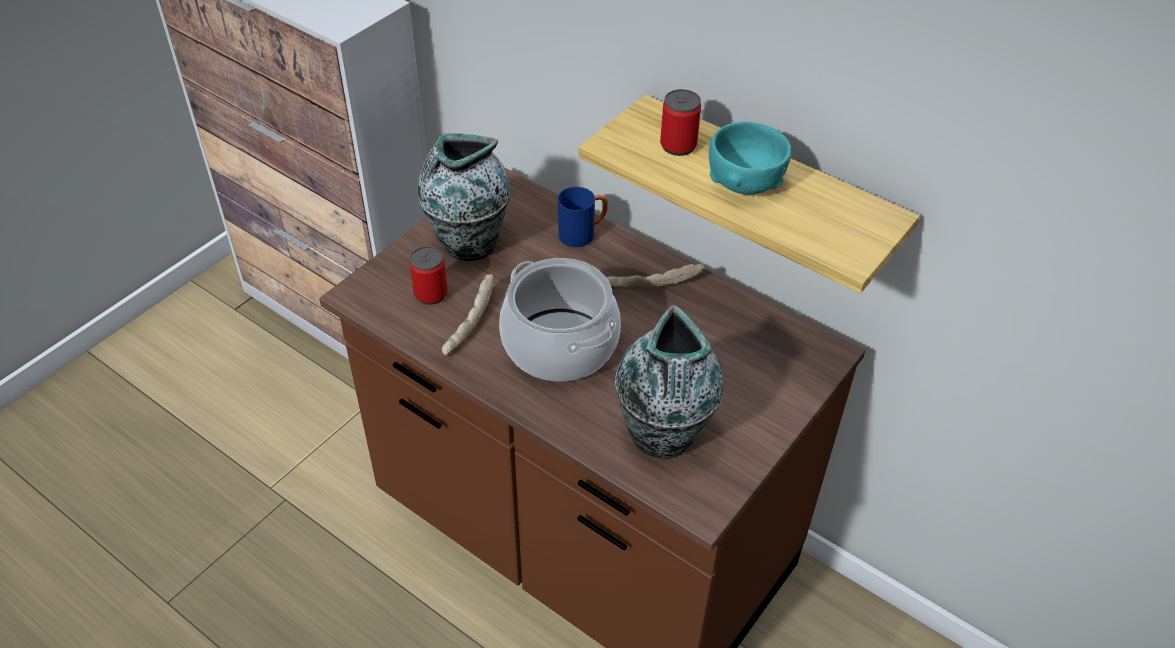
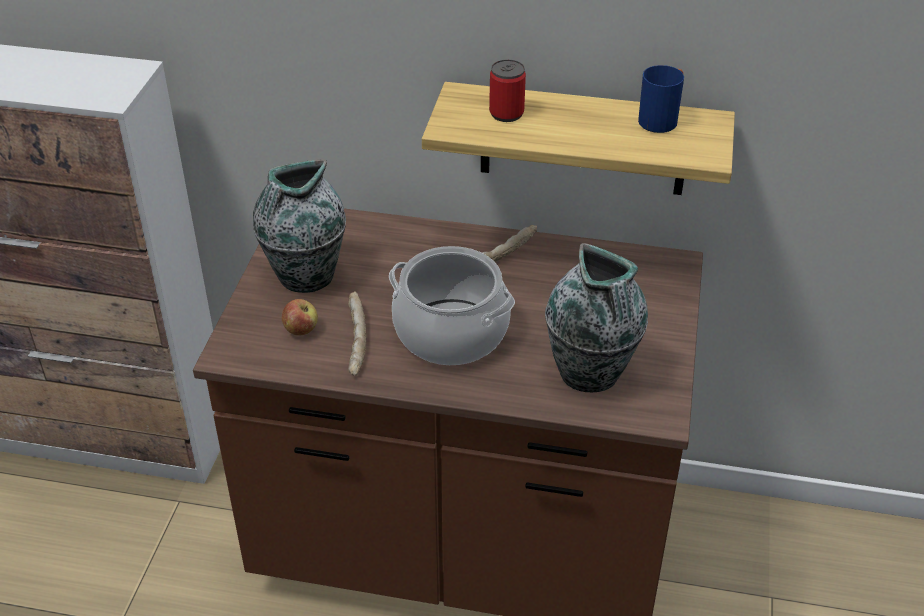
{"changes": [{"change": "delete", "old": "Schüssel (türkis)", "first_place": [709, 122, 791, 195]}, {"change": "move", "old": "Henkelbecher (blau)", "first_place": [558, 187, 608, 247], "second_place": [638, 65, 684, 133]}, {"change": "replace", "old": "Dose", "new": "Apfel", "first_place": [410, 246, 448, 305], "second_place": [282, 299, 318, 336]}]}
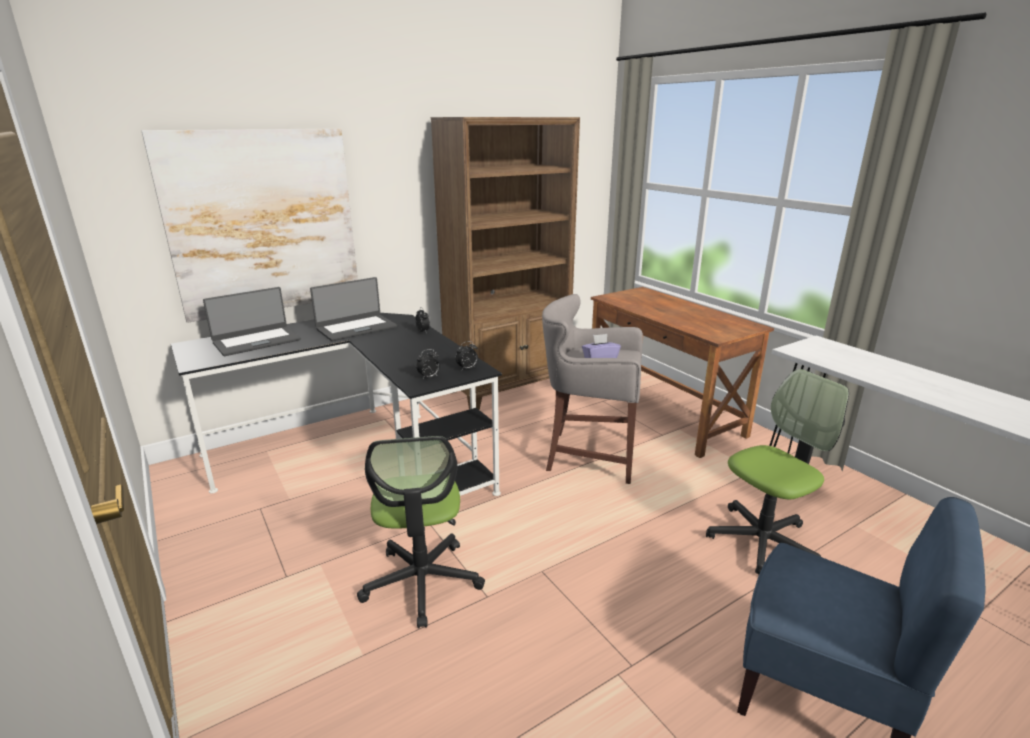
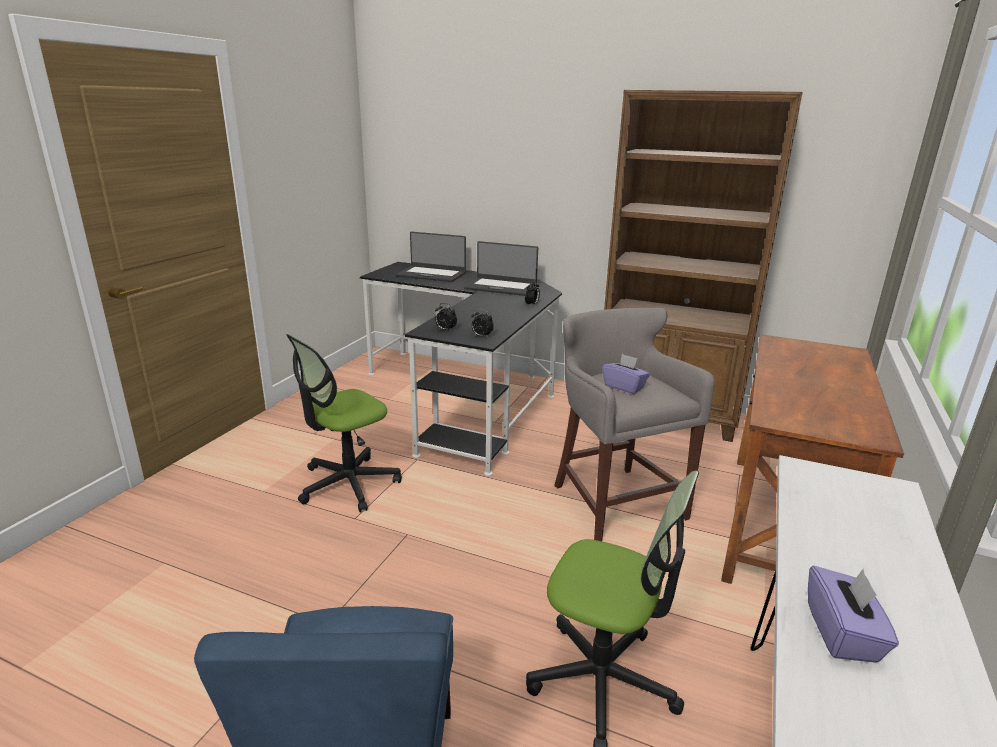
{"changes": [{"change": "delete", "old": "Bild", "first_place": [141, 129, 358, 323]}, {"change": "insert", "new": "Taschentuchbox (lila)", "second_place": [808, 565, 899, 663]}]}
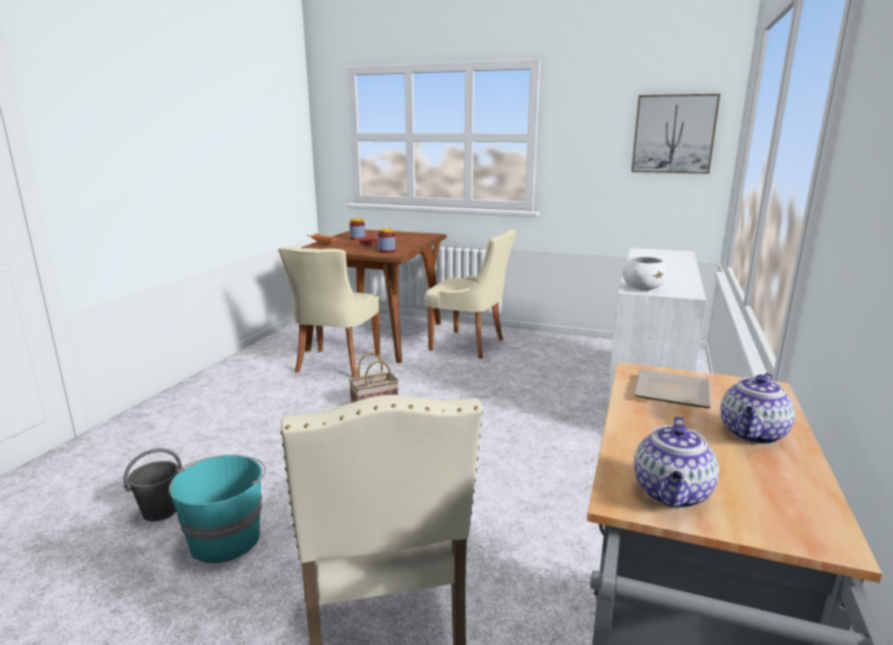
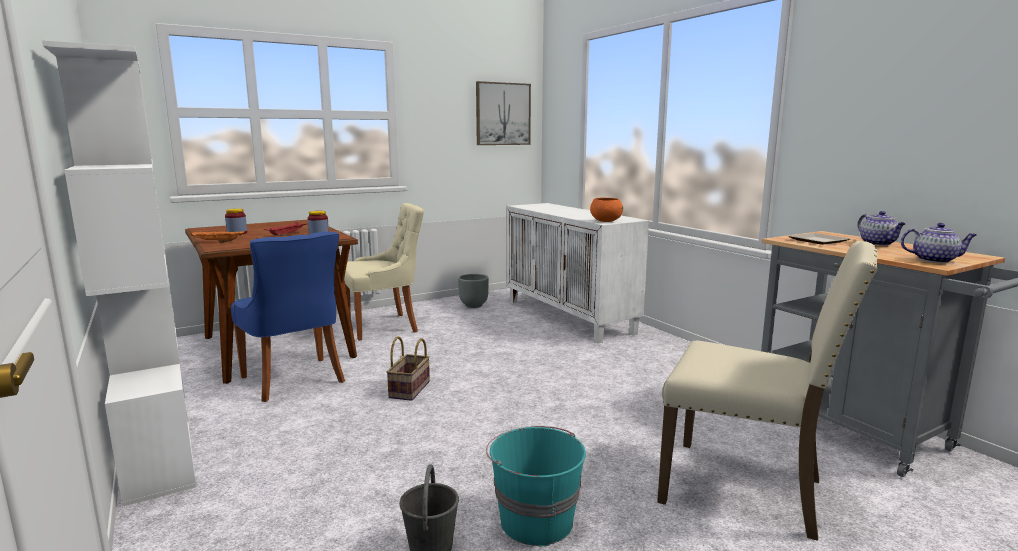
{"changes": [{"change": "insert", "new": "Bücherregal (weiß)", "second_place": [42, 40, 196, 507]}, {"change": "insert", "new": "Pflanzkübel (grau)", "second_place": [458, 274, 489, 308]}, {"change": "recolor", "old": "Stuhl (beige)", "new": "Stuhl (blau)", "first_place": [278, 246, 380, 378], "second_place": [231, 232, 345, 402]}, {"change": "recolor", "old": "Schüssel (weiß)", "new": "Schüssel (orange)", "first_place": [622, 256, 667, 291], "second_place": [590, 198, 623, 222]}, {"change": "rotate", "old": "Teekanne", "first_place": [634, 416, 719, 508], "second_place": [901, 223, 976, 263], "degrees": -45}]}
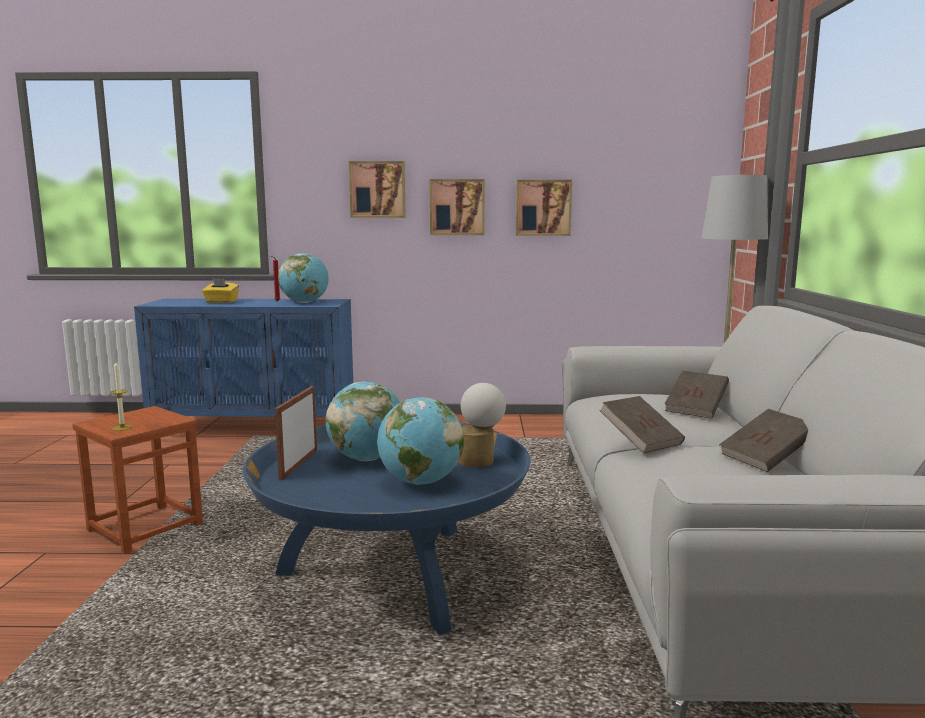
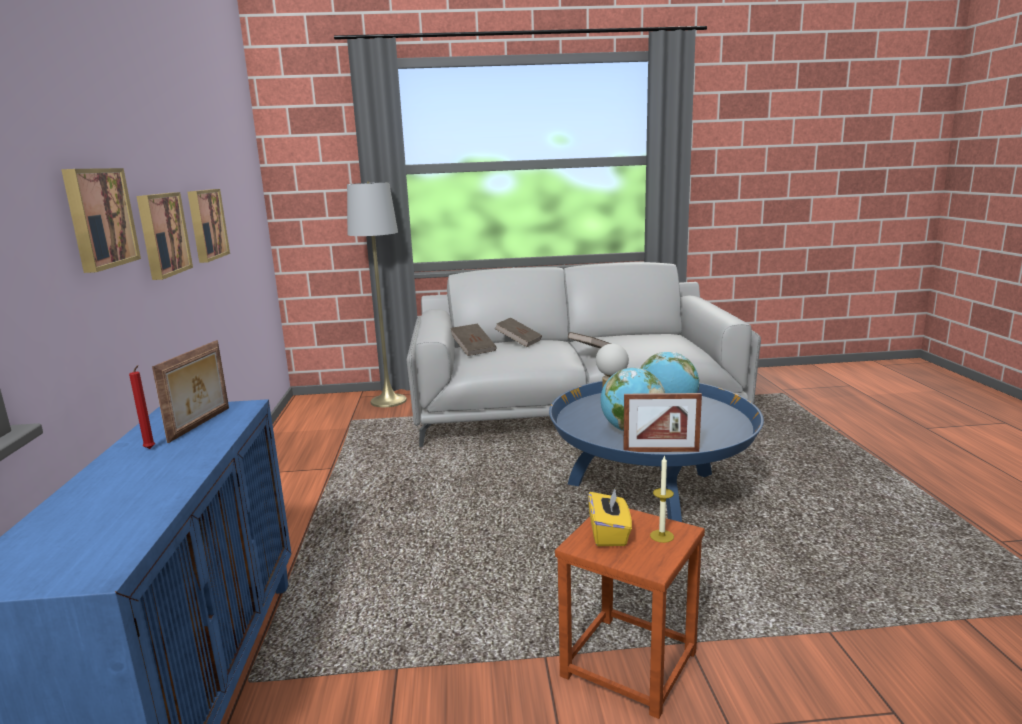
{"changes": [{"change": "move", "old": "Taschentuchbox (gelb)", "first_place": [202, 278, 239, 303], "second_place": [588, 488, 632, 546]}, {"change": "move", "old": "Buch (braun)", "first_place": [719, 409, 808, 472], "second_place": [451, 324, 496, 356]}, {"change": "replace", "old": "Globus", "new": "Bilderrahmen", "first_place": [278, 253, 329, 303], "second_place": [152, 340, 229, 443]}]}
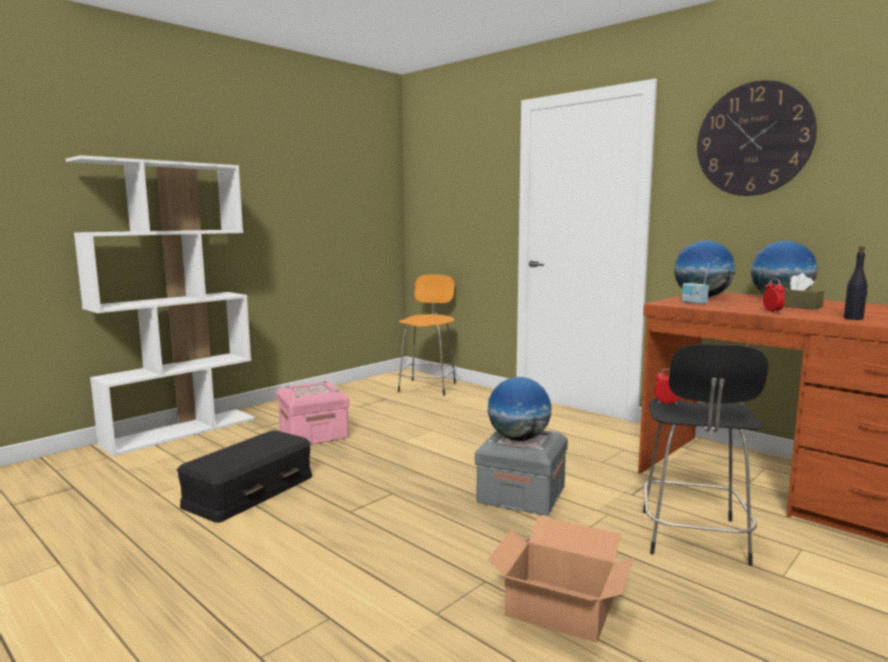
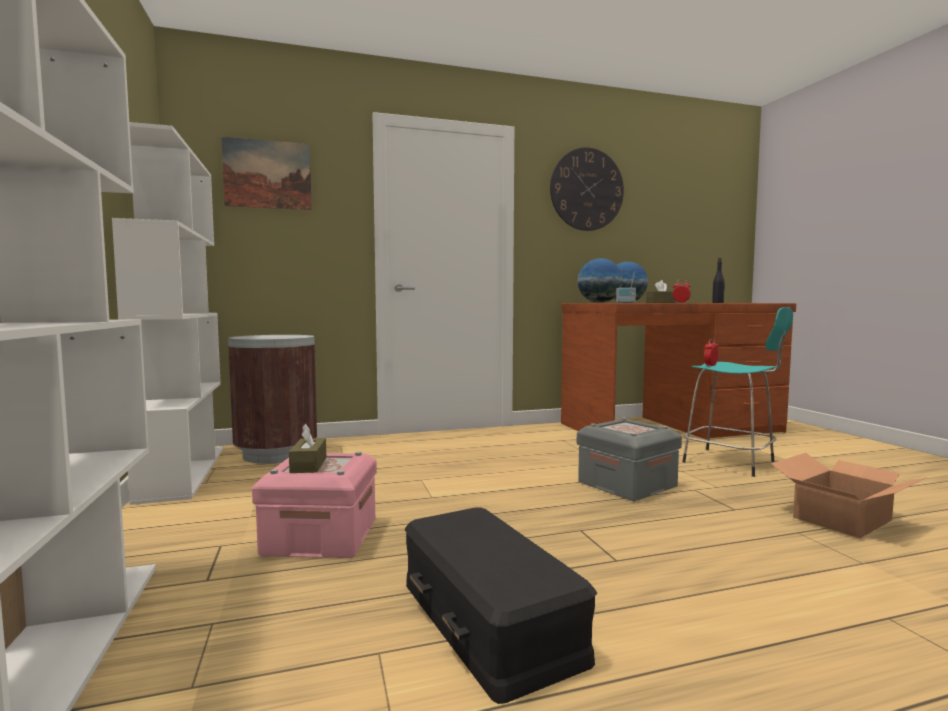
{"changes": [{"change": "delete", "old": "Globus", "first_place": [488, 377, 552, 441]}, {"change": "insert", "new": "Bücherregal (weiß)", "second_place": [112, 122, 224, 505]}, {"change": "insert", "new": "Bild", "second_place": [221, 137, 312, 210]}, {"change": "insert", "new": "Taschentuchbox (braun)", "second_place": [289, 424, 326, 473]}, {"change": "replace", "old": "Hocker (orange)", "new": "Mülleimer (braun)", "first_place": [398, 274, 456, 396], "second_place": [228, 335, 317, 464]}, {"change": "recolor", "old": "Hocker (schwarz)", "new": "Hocker (türkis)", "first_place": [643, 344, 768, 566], "second_place": [682, 307, 793, 477]}]}
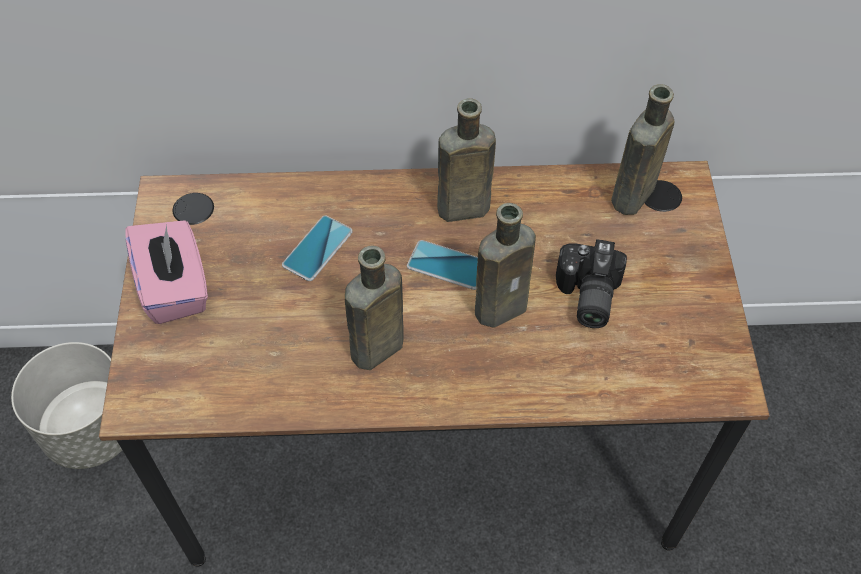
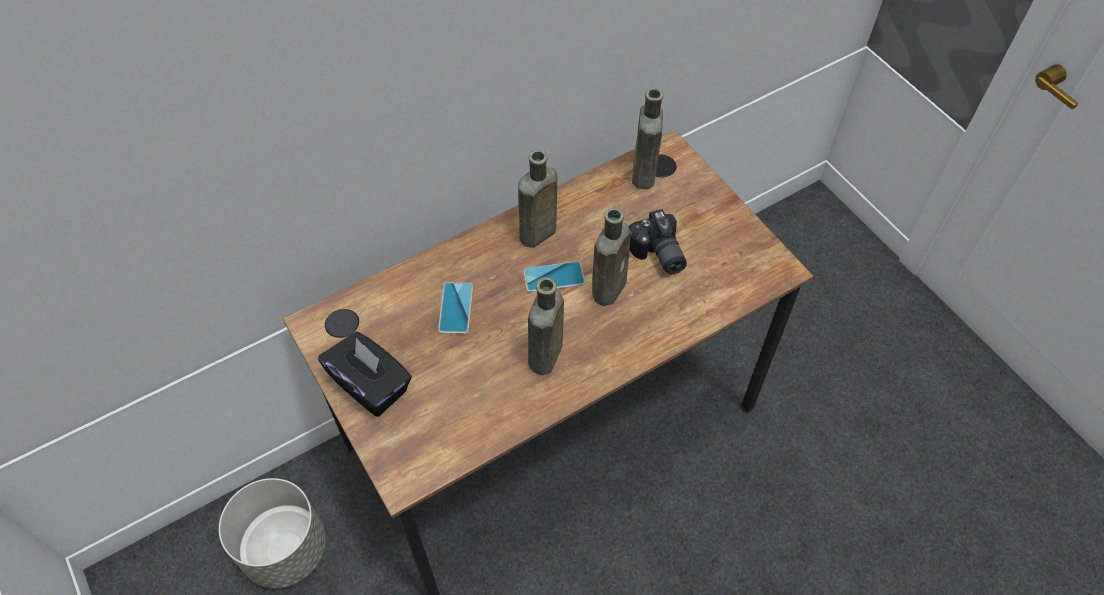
{"changes": [{"change": "recolor", "old": "Taschentuchbox (rosa)", "new": "Taschentuchbox (schwarz)", "first_place": [125, 220, 208, 324], "second_place": [318, 332, 412, 417]}]}
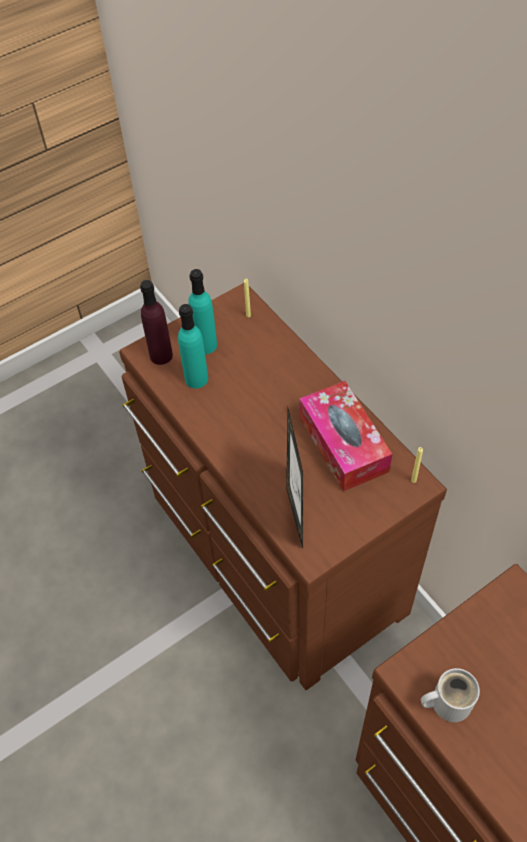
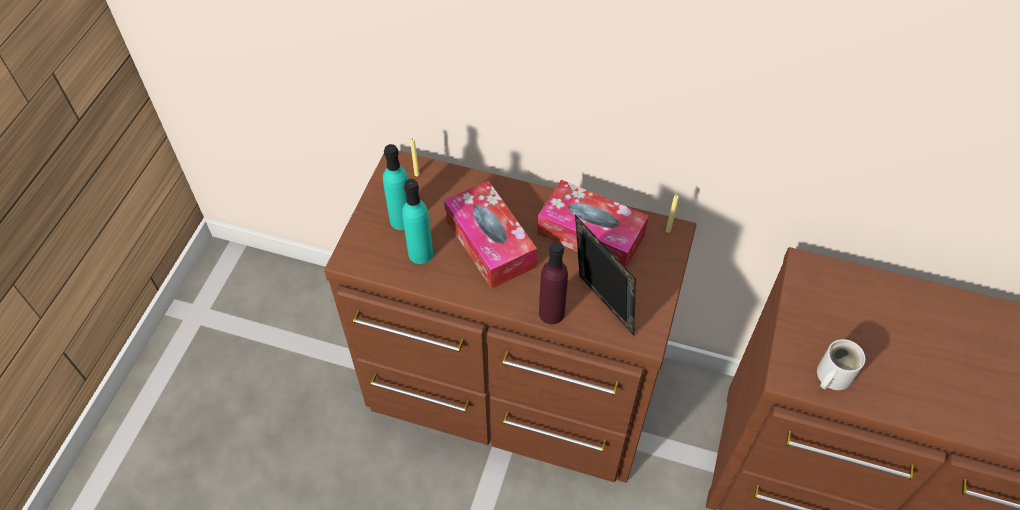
{"changes": [{"change": "insert", "new": "Taschentuchbox", "second_place": [444, 181, 537, 289]}, {"change": "move", "old": "Flasche (lila)", "first_place": [140, 280, 173, 365], "second_place": [539, 241, 568, 324]}]}
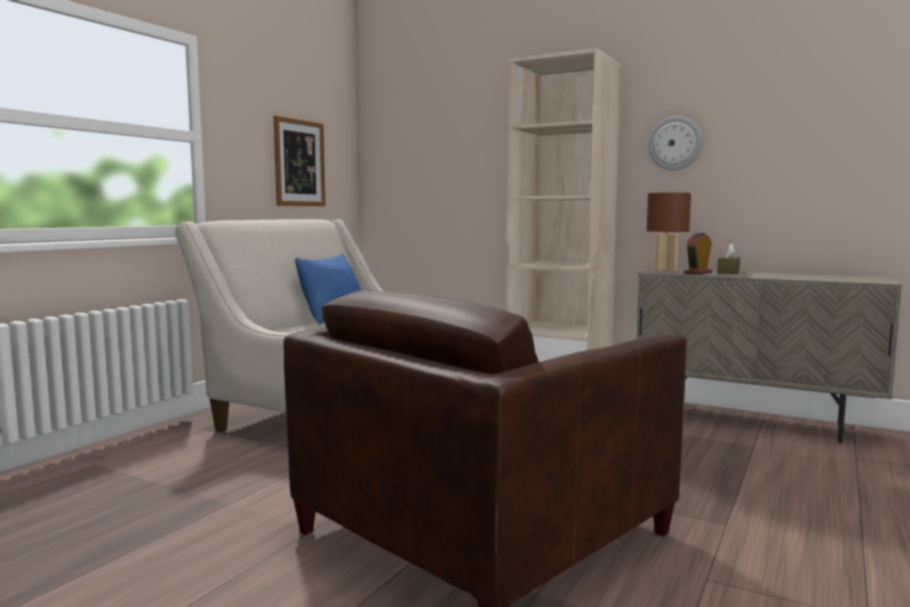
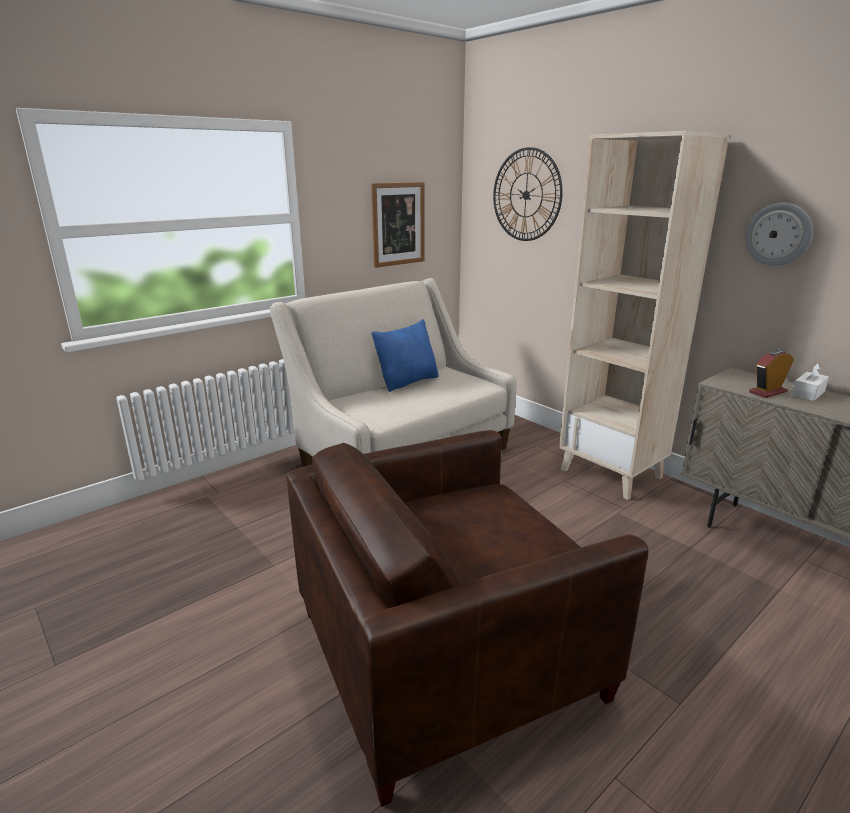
{"changes": [{"change": "delete", "old": "Tischlampe (braun)", "first_place": [647, 192, 691, 271]}, {"change": "insert", "new": "Wanduhr", "second_place": [493, 147, 563, 241]}, {"change": "recolor", "old": "Taschentuchbox (braun)", "new": "Taschentuchbox (weiß)", "first_place": [717, 243, 740, 274], "second_place": [791, 363, 829, 401]}]}
